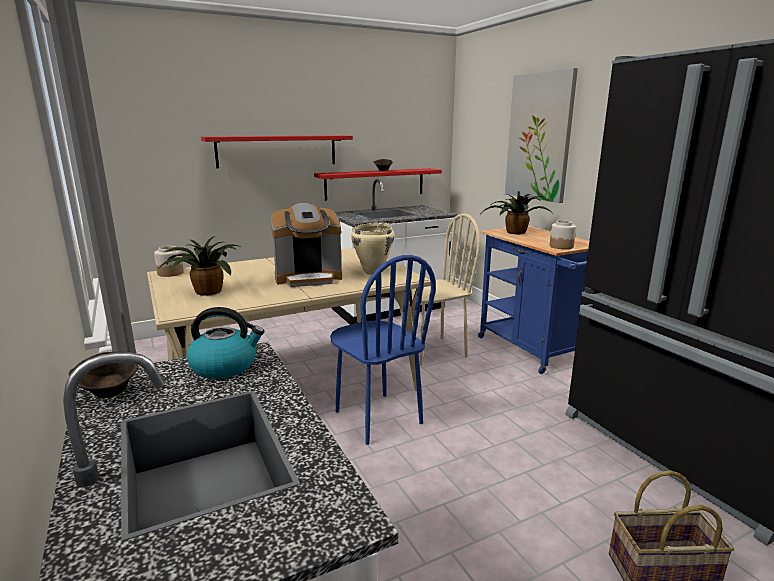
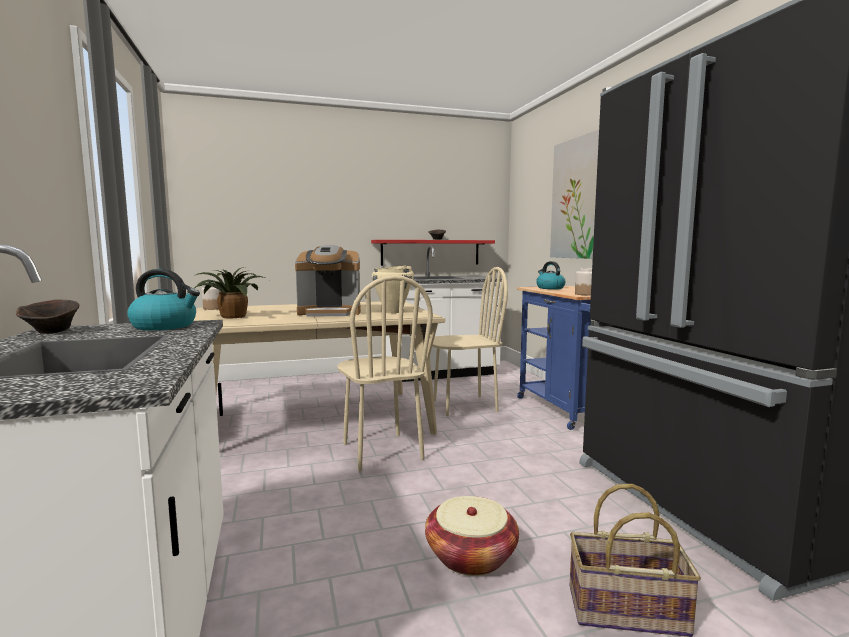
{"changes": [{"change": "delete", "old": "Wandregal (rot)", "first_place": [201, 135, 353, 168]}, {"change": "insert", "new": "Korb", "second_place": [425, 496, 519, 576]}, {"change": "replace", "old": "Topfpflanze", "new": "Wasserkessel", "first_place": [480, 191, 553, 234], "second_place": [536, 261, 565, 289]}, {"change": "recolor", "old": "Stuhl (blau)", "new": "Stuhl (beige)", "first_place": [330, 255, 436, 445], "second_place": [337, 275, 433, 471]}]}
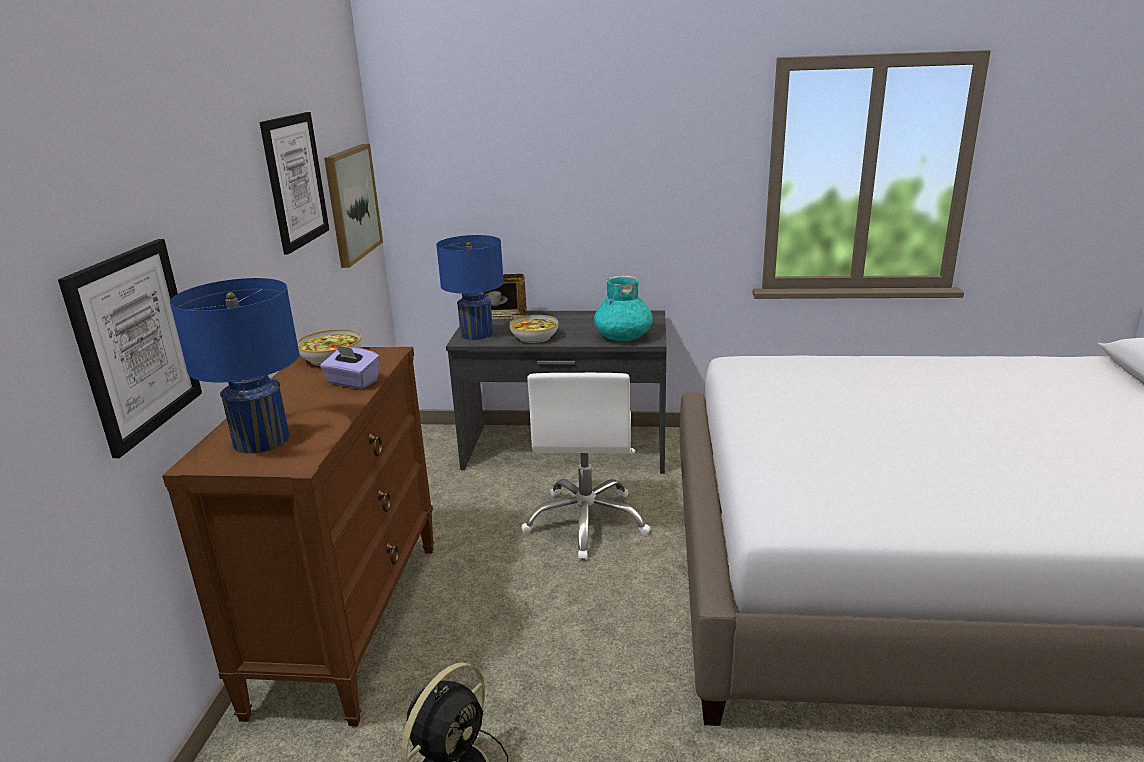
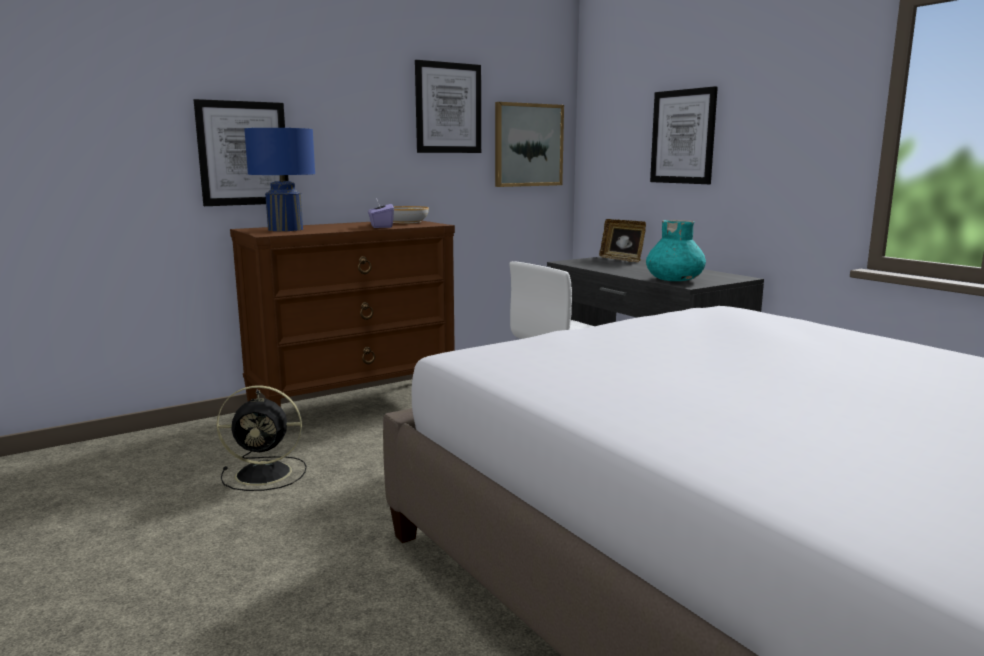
{"changes": [{"change": "delete", "old": "Tischlampe (blau)", "first_place": [436, 235, 504, 340]}, {"change": "delete", "old": "Schüssel", "first_place": [509, 315, 558, 343]}, {"change": "insert", "new": "Bild", "second_place": [650, 86, 718, 184]}]}
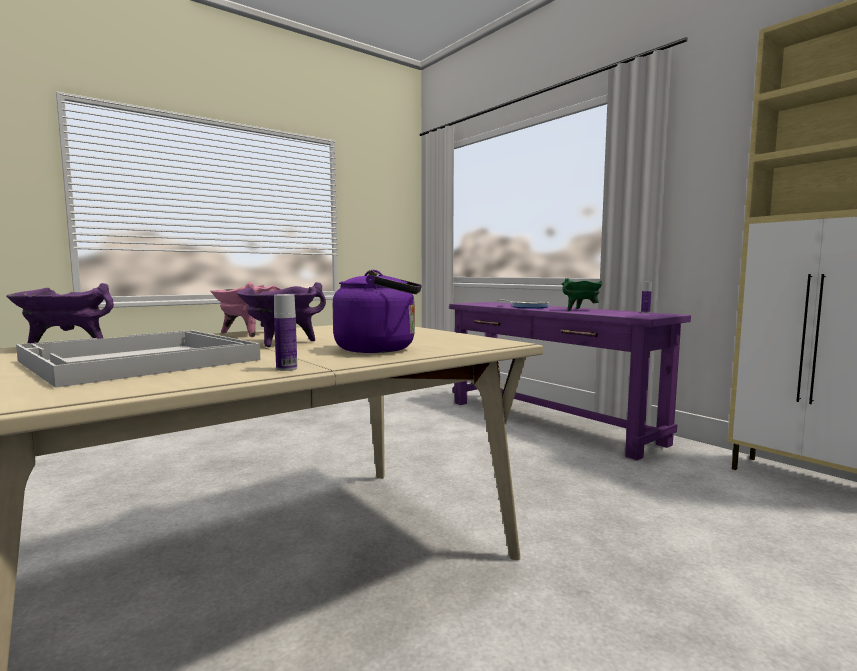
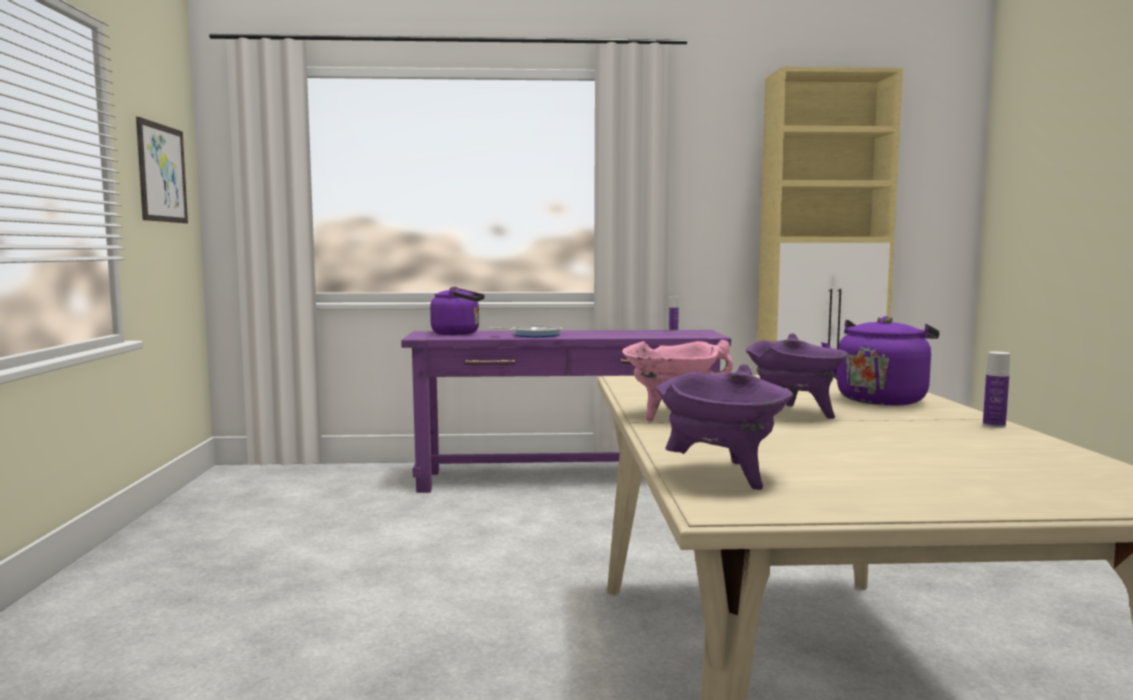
{"changes": [{"change": "delete", "old": "Tablett (weiß)", "first_place": [16, 330, 260, 388]}, {"change": "delete", "old": "Kochtopf (grün)", "first_place": [561, 278, 602, 311]}, {"change": "insert", "new": "Bild", "second_place": [136, 117, 188, 223]}, {"change": "insert", "new": "Wasserkessel (lila)", "second_place": [430, 287, 485, 335]}]}
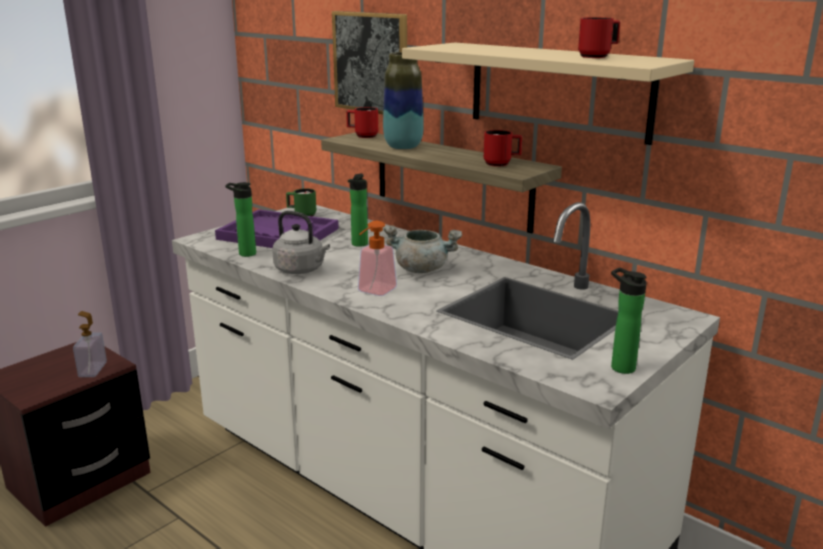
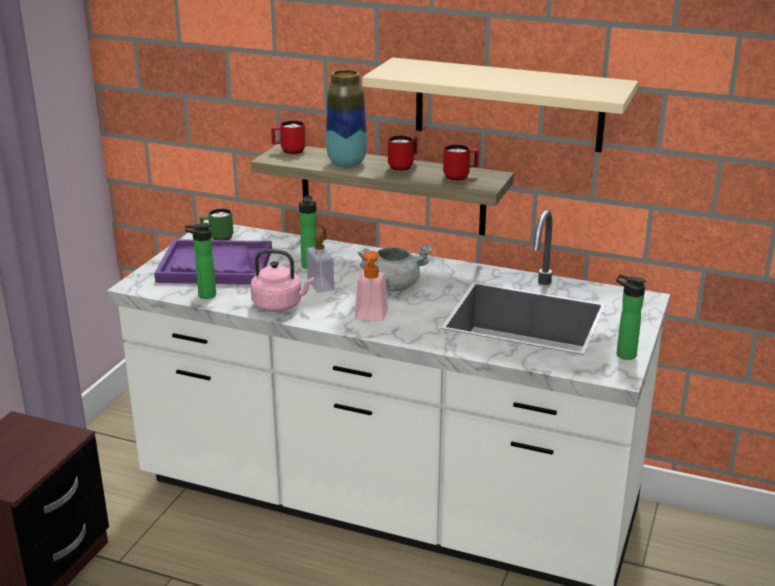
{"changes": [{"change": "delete", "old": "Bild", "first_place": [332, 11, 407, 114]}, {"change": "move", "old": "Seifenspender", "first_place": [73, 311, 107, 377], "second_place": [306, 224, 334, 293]}, {"change": "move", "old": "Henkelbecher (rot)", "first_place": [578, 17, 620, 58], "second_place": [388, 135, 417, 171]}, {"change": "recolor", "old": "Wasserkessel (grau)", "new": "Wasserkessel (rosa)", "first_place": [272, 211, 330, 274], "second_place": [251, 249, 314, 312]}]}
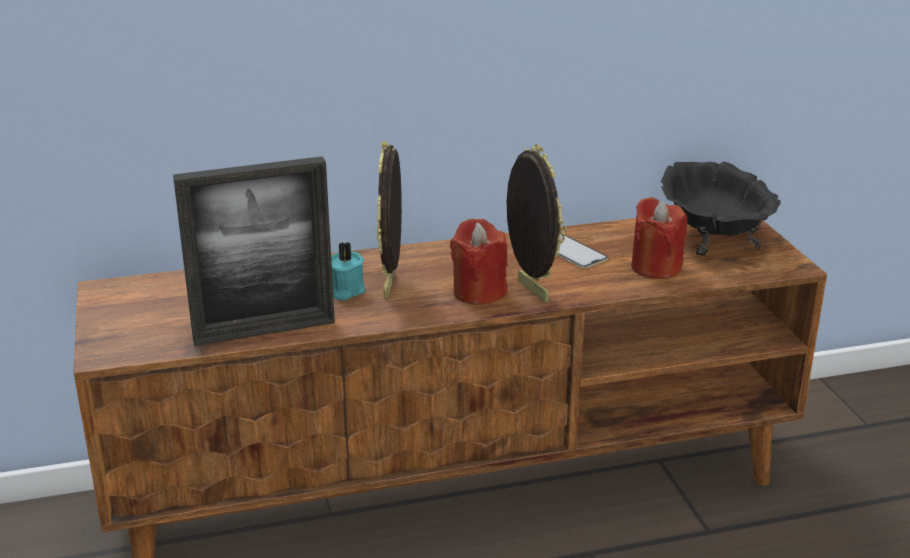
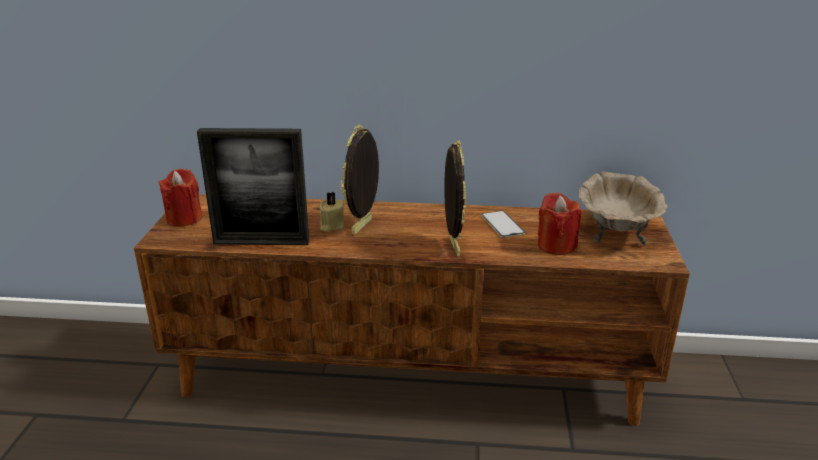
{"changes": [{"change": "move", "old": "Kerze (rot)", "first_place": [450, 219, 508, 305], "second_place": [158, 169, 202, 227]}, {"change": "recolor", "old": "Kerze (türkis)", "new": "Kerze (beige)", "first_place": [331, 242, 365, 300], "second_place": [320, 192, 344, 232]}, {"change": "recolor", "old": "Schüssel (schwarz)", "new": "Schüssel (beige)", "first_place": [661, 162, 780, 255], "second_place": [579, 172, 667, 246]}]}
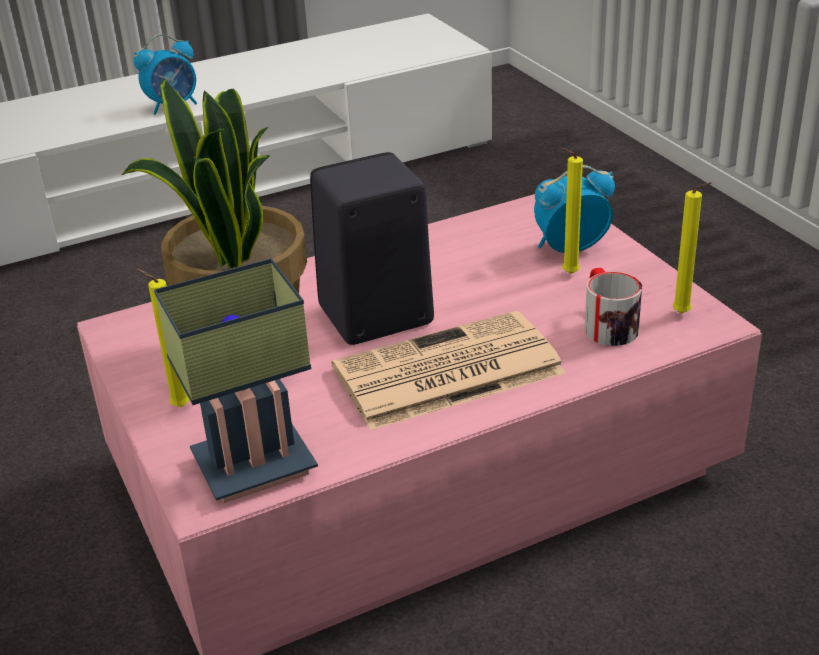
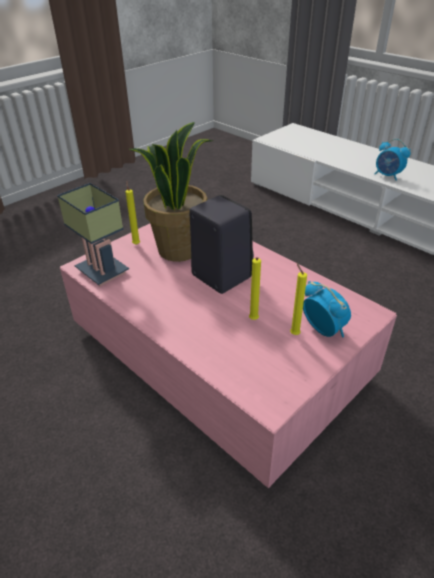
{"changes": [{"change": "delete", "old": "Zeitung", "first_place": [332, 311, 566, 430]}, {"change": "delete", "old": "Henkelbecher", "first_place": [584, 267, 642, 346]}, {"change": "move", "old": "Kerze (gelb)", "first_place": [672, 182, 712, 313], "second_place": [249, 257, 261, 320]}]}
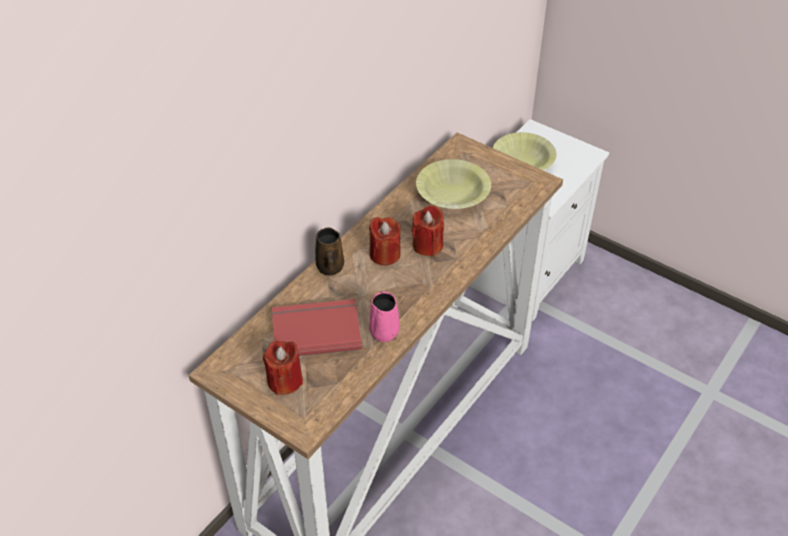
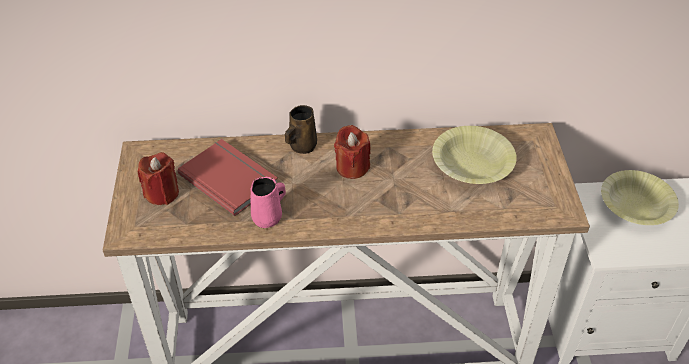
{"changes": [{"change": "delete", "old": "Kerze (rot)", "first_place": [412, 205, 444, 256]}]}
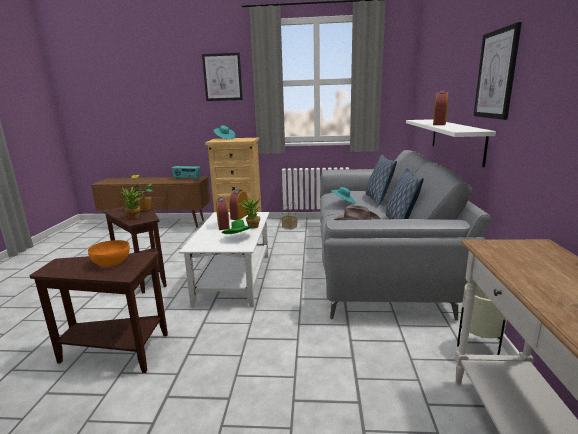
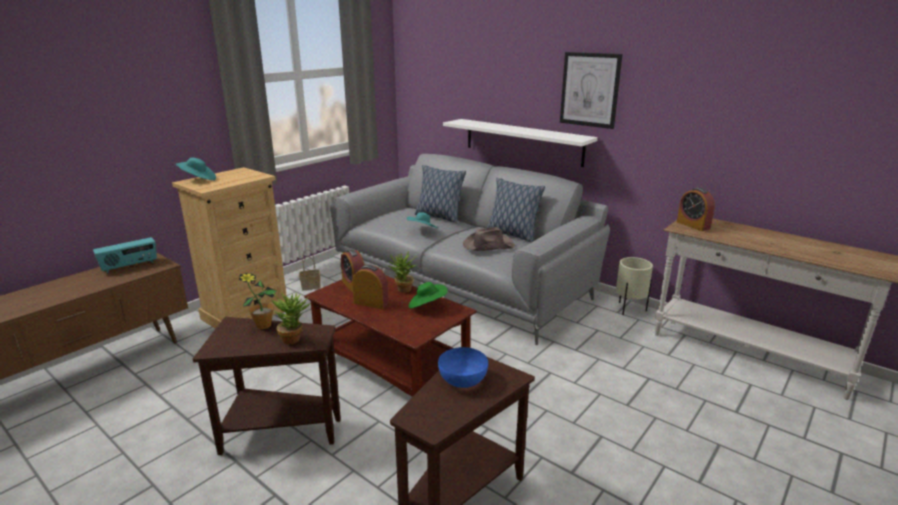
{"changes": [{"change": "delete", "old": "Bild", "first_place": [202, 53, 243, 101]}, {"change": "move", "old": "Wecker", "first_place": [433, 91, 449, 125], "second_place": [677, 188, 715, 231]}, {"change": "recolor", "old": "Schüssel (orange)", "new": "Schüssel (blau)", "first_place": [88, 240, 130, 266], "second_place": [438, 347, 488, 388]}, {"change": "recolor", "old": "Couchtisch (weiß)", "new": "Couchtisch (braun)", "first_place": [179, 212, 269, 307], "second_place": [304, 276, 476, 397]}]}
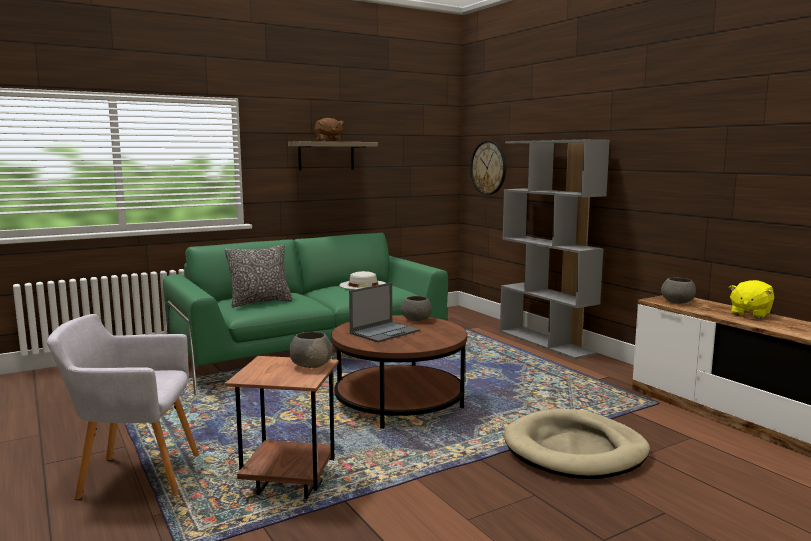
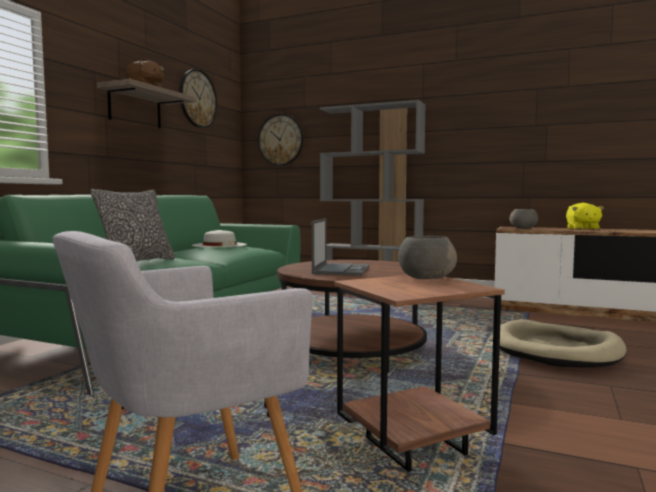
{"changes": [{"change": "delete", "old": "Schüssel (grau)", "first_place": [401, 296, 432, 321]}, {"change": "insert", "new": "Wanduhr", "second_place": [179, 69, 217, 128]}]}
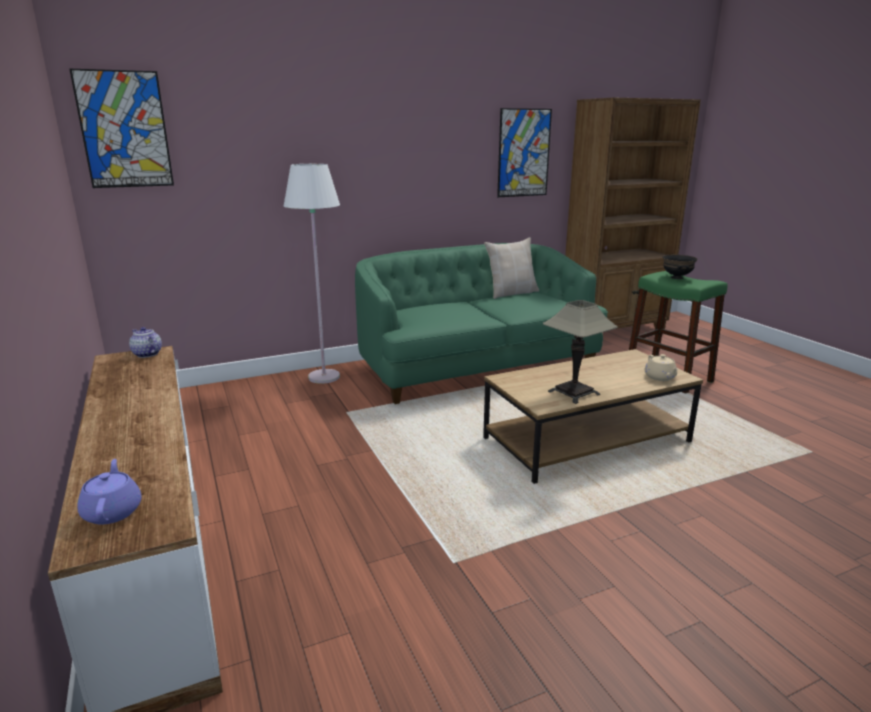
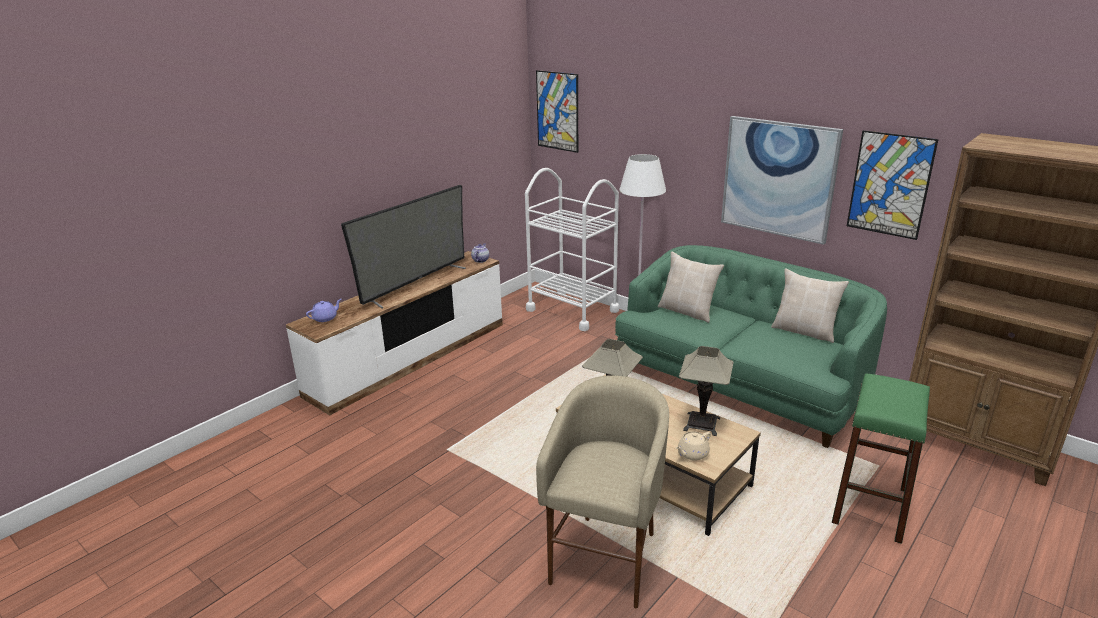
{"changes": [{"change": "delete", "old": "Schüssel (schwarz)", "first_place": [663, 255, 698, 279]}, {"change": "insert", "new": "Fernseher", "second_place": [341, 185, 466, 309]}, {"change": "insert", "new": "Rollwagen (weiß)", "second_place": [525, 168, 619, 331]}, {"change": "insert", "new": "Hocker (beige)", "second_place": [536, 375, 669, 608]}, {"change": "insert", "new": "Kissen (beige)", "second_place": [658, 252, 724, 323]}, {"change": "insert", "new": "Tischlampe", "second_place": [679, 346, 734, 436]}, {"change": "insert", "new": "Bild", "second_place": [721, 116, 843, 245]}]}
